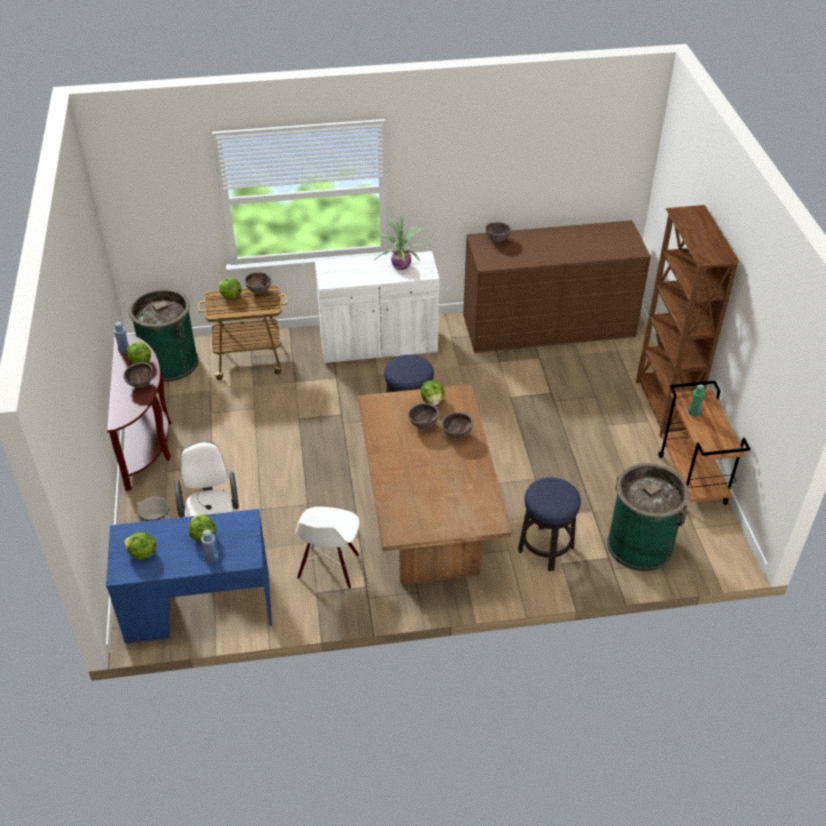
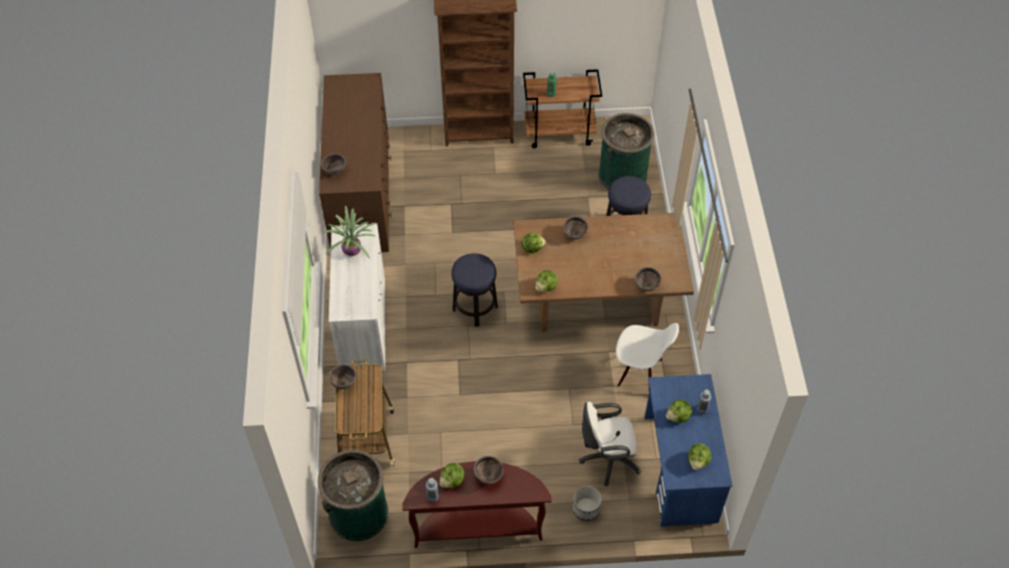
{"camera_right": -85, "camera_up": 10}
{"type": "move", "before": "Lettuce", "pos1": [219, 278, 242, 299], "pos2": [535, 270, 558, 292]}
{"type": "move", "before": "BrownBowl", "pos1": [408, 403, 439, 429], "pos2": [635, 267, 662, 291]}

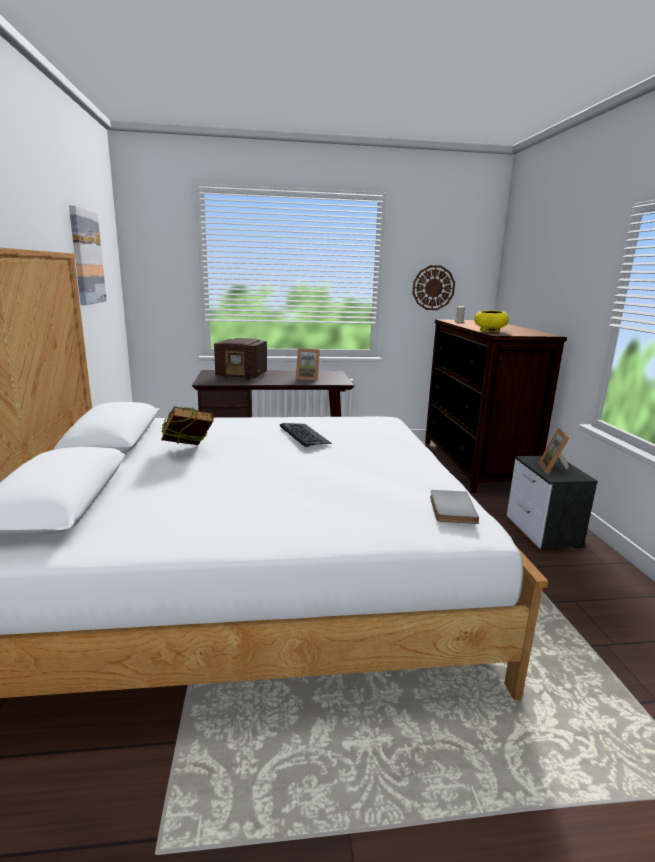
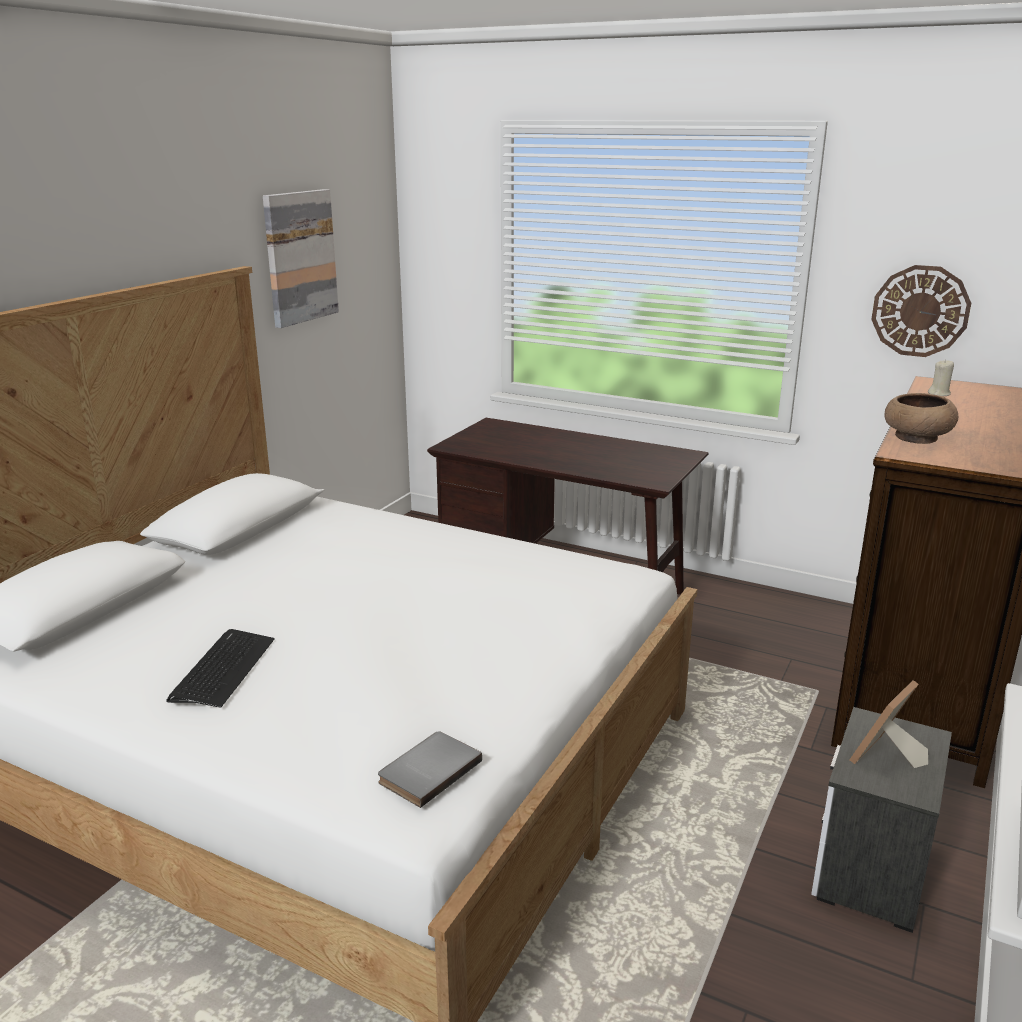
{"camera_right": 35, "camera_up": 5}
{"type": "delete", "before": "Book", "pos1": [161, 407, 214, 445]}
{"type": "delete", "before": "Radio", "pos1": [214, 338, 267, 380]}
{"type": "move", "before": "Keyboard", "pos1": [279, 423, 332, 447], "pos2": [166, 629, 275, 708]}
{"type": "delete", "before": "PictureFrame", "pos1": [296, 348, 320, 381]}
{"type": "recolor", "before": "YellowBowl", "after": "BrownBowl", "pos1": [474, 311, 509, 332], "pos2": [884, 393, 958, 444]}

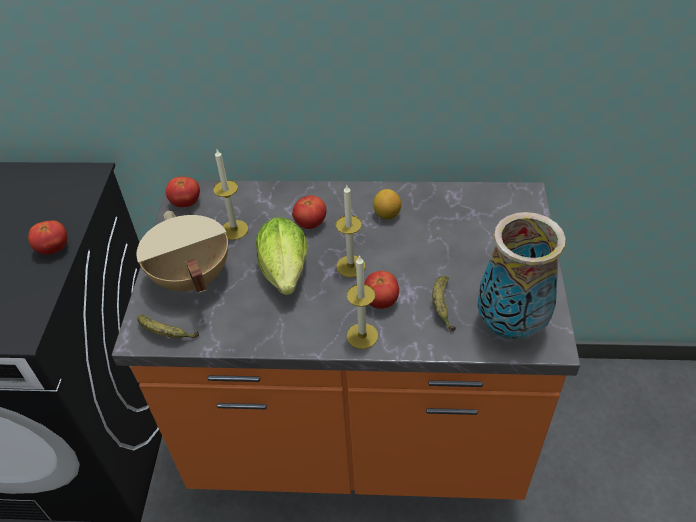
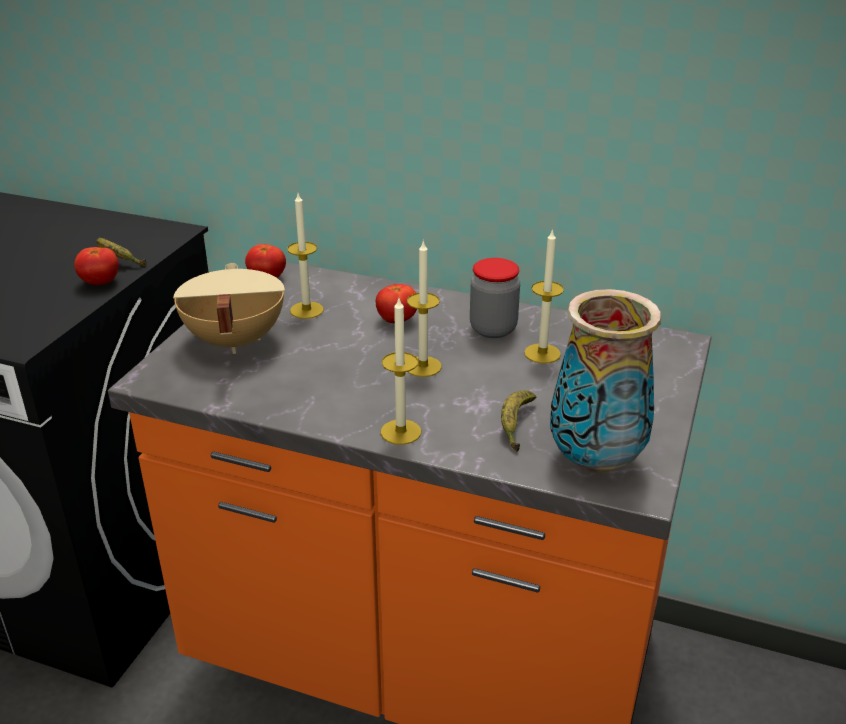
{"camera_right": 15, "camera_up": -15}
{"type": "move", "before": "Banana", "pos1": [137, 315, 199, 338], "pos2": [96, 238, 147, 266]}
{"type": "delete", "before": "Lettuce", "pos1": [256, 217, 307, 295]}
{"type": "delete", "before": "Tomato", "pos1": [364, 271, 399, 309]}
{"type": "replace", "before": "Lemon", "after": "Jar", "pos1": [373, 189, 401, 220], "pos2": [470, 258, 520, 338]}
{"type": "insert", "after": "Candle", "pos2": [524, 229, 564, 364]}

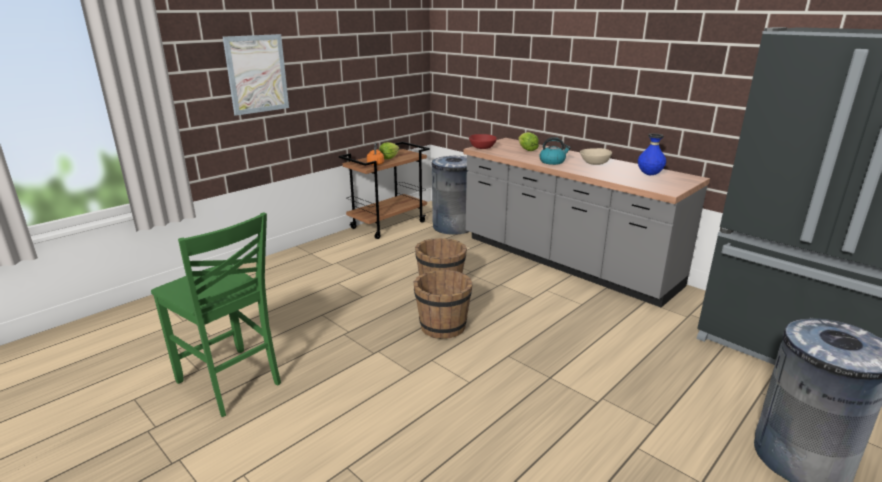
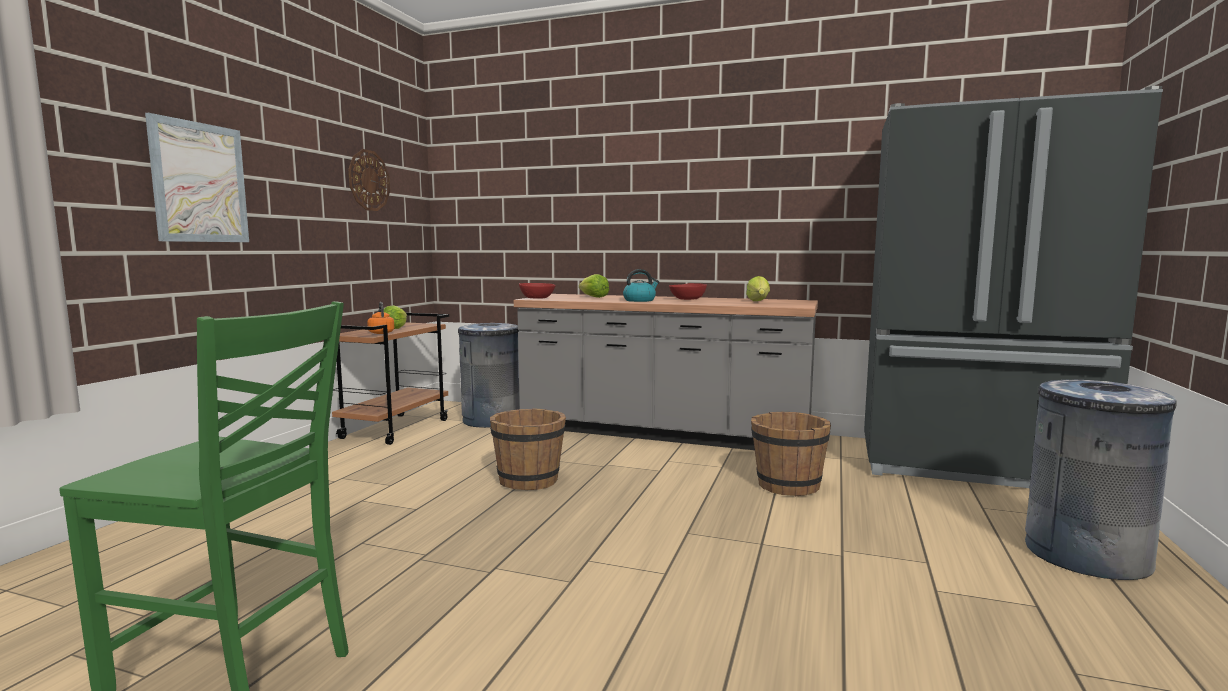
{"camera_right": -25, "camera_up": -15}
{"type": "move", "before": "BrownBucket", "pos1": [414, 270, 473, 339], "pos2": [751, 412, 831, 496]}
{"type": "recolor", "before": "BeigeBowl", "after": "RedBowl", "pos1": [580, 148, 612, 165], "pos2": [669, 283, 707, 300]}
{"type": "replace", "before": "BlueVase", "after": "Lettuce", "pos1": [638, 133, 666, 175], "pos2": [746, 276, 770, 301]}
{"type": "insert", "after": "WallClock", "pos2": [348, 149, 390, 211]}

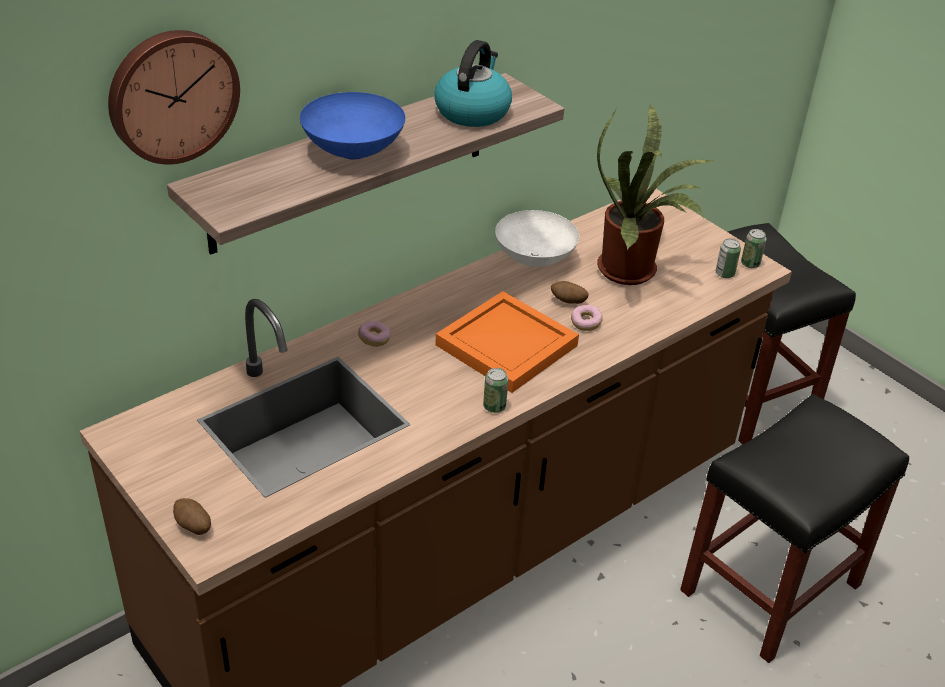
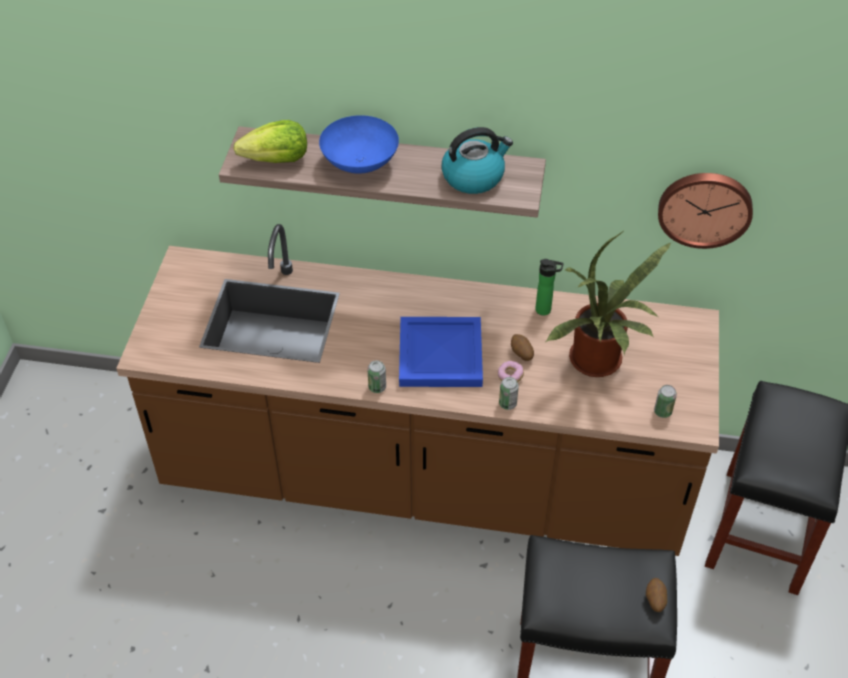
{"camera_right": 50, "camera_up": 10}
{"type": "move", "before": "WallClock", "pos1": [108, 30, 240, 165], "pos2": [658, 173, 753, 249]}
{"type": "move", "before": "Potato", "pos1": [173, 498, 211, 535], "pos2": [646, 578, 667, 612]}
{"type": "delete", "before": "Donut", "pos1": [358, 321, 390, 347]}
{"type": "recolor", "before": "OrangeTray", "after": "BlueTray", "pos1": [435, 291, 579, 393], "pos2": [399, 317, 483, 387]}
{"type": "replace", "before": "WhiteBowl", "after": "Bottle", "pos1": [495, 210, 579, 267], "pos2": [535, 259, 564, 315]}
{"type": "move", "before": "Can", "pos1": [741, 229, 767, 268], "pos2": [499, 377, 519, 410]}
{"type": "insert", "after": "Lettuce", "pos2": [234, 120, 307, 163]}

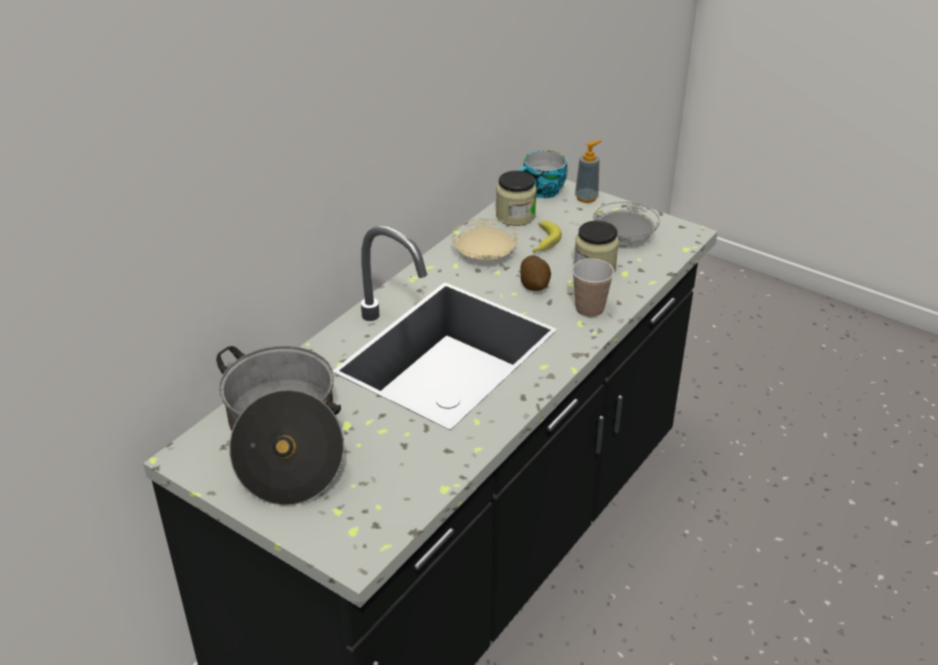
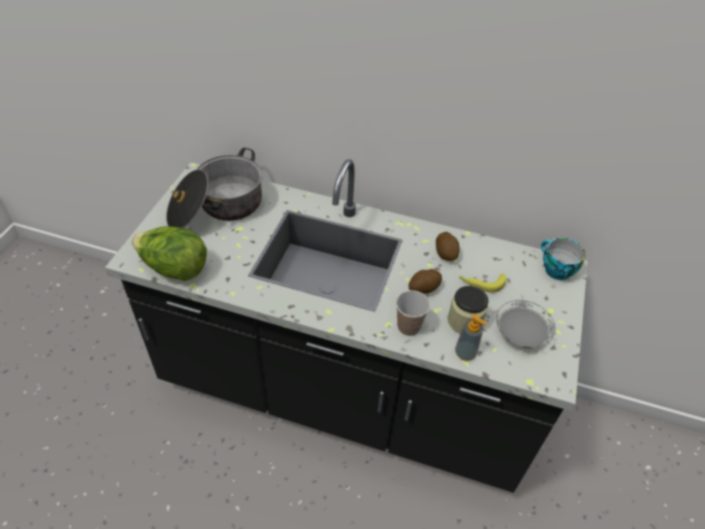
{"camera_right": 70, "camera_up": 10}
{"type": "replace", "before": "BeigePlate", "after": "Potato", "pos1": [451, 219, 519, 260], "pos2": [436, 232, 459, 261]}
{"type": "delete", "before": "Jar", "pos1": [496, 171, 537, 226]}
{"type": "move", "before": "SoapDispenser", "pos1": [575, 140, 601, 203], "pos2": [455, 314, 487, 361]}
{"type": "insert", "after": "Lettuce", "pos2": [131, 226, 207, 281]}

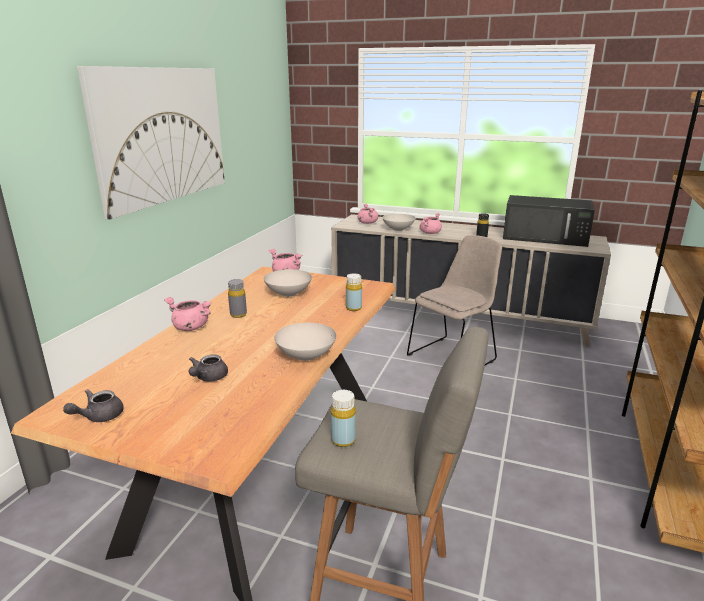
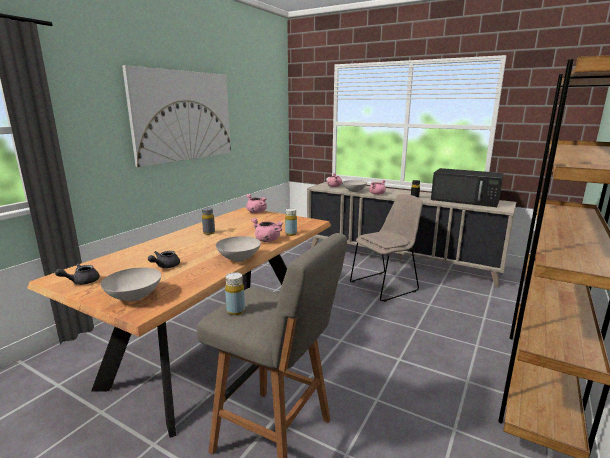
{"camera_right": 10, "camera_up": -5}
{"type": "move", "before": "PinkCookingPot", "pos1": [164, 297, 212, 331], "pos2": [251, 218, 284, 242]}
{"type": "move", "before": "WhiteBowl", "pos1": [264, 269, 312, 297], "pos2": [101, 267, 161, 302]}

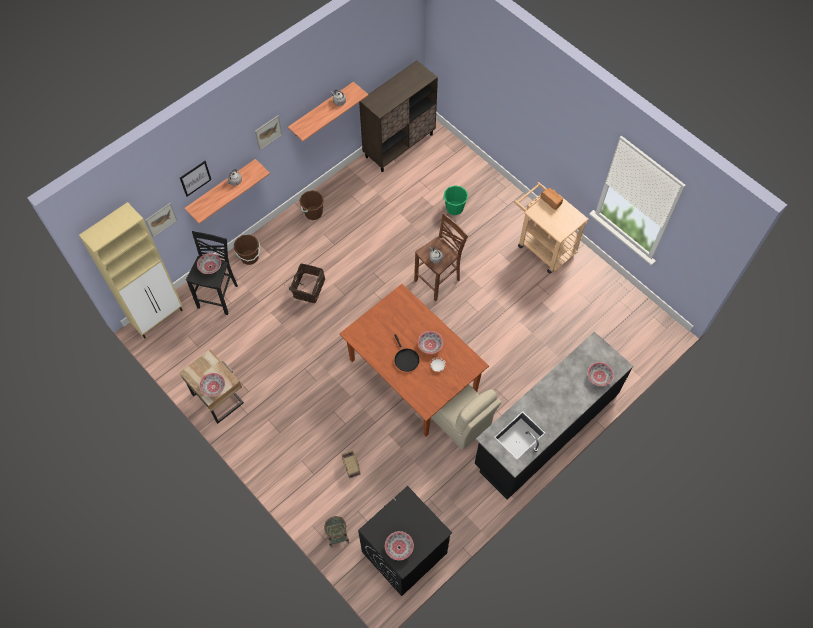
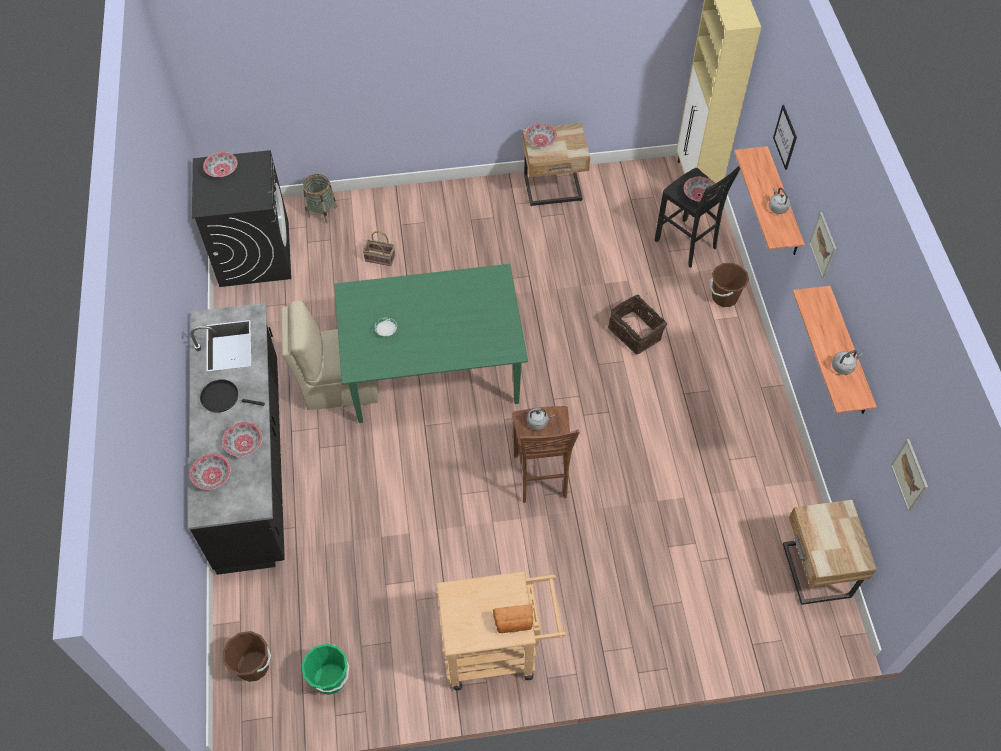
{"camera_right": 125, "camera_up": -5}
{"type": "move", "before": "Picture", "pos1": [145, 203, 178, 237], "pos2": [891, 439, 928, 512]}
{"type": "move", "before": "BrownBucket", "pos1": [299, 190, 324, 220], "pos2": [223, 631, 271, 682]}
{"type": "recolor", "before": "BrownDiningTable", "after": "GreenDiningTable", "pos1": [340, 284, 489, 437], "pos2": [334, 264, 528, 423]}
{"type": "replace", "before": "BrownCabinet", "after": "BeigeNightstand", "pos1": [359, 60, 438, 172], "pos2": [783, 500, 877, 605]}
{"type": "move", "before": "BlackFryingPan", "pos1": [394, 334, 420, 372], "pos2": [200, 379, 265, 413]}
{"type": "move", "before": "Bowl", "pos1": [418, 331, 443, 354], "pos2": [222, 422, 262, 457]}
{"type": "move", "before": "GreenBucket", "pos1": [443, 185, 468, 215], "pos2": [302, 644, 349, 695]}

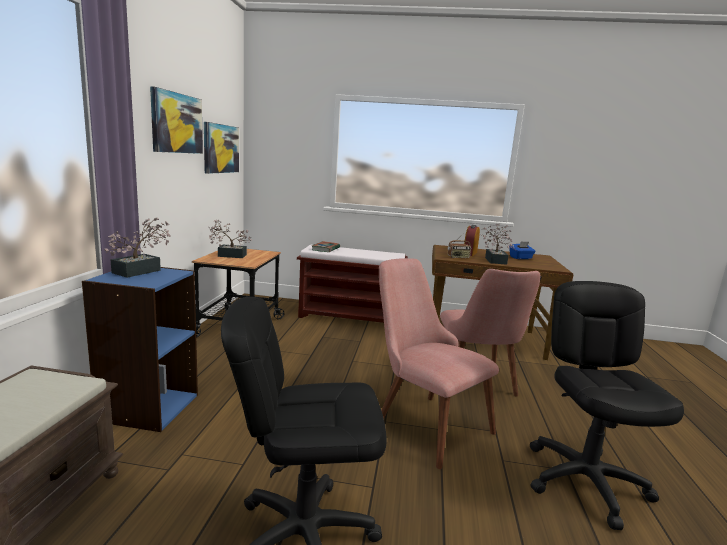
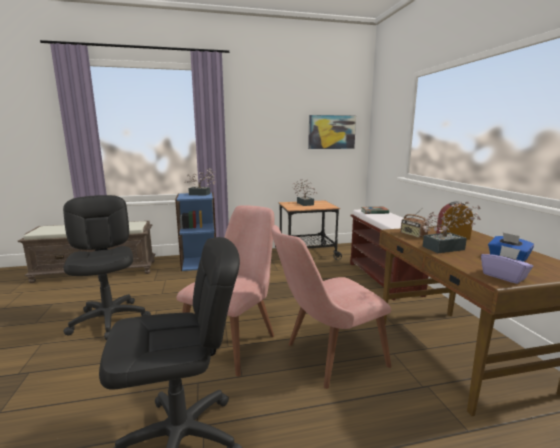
{"camera_right": 70, "camera_up": 0}
{"type": "delete", "before": "Picture", "pos1": [150, 86, 203, 154]}
{"type": "insert", "after": "PurpleTissueBox", "pos2": [481, 245, 533, 284]}

